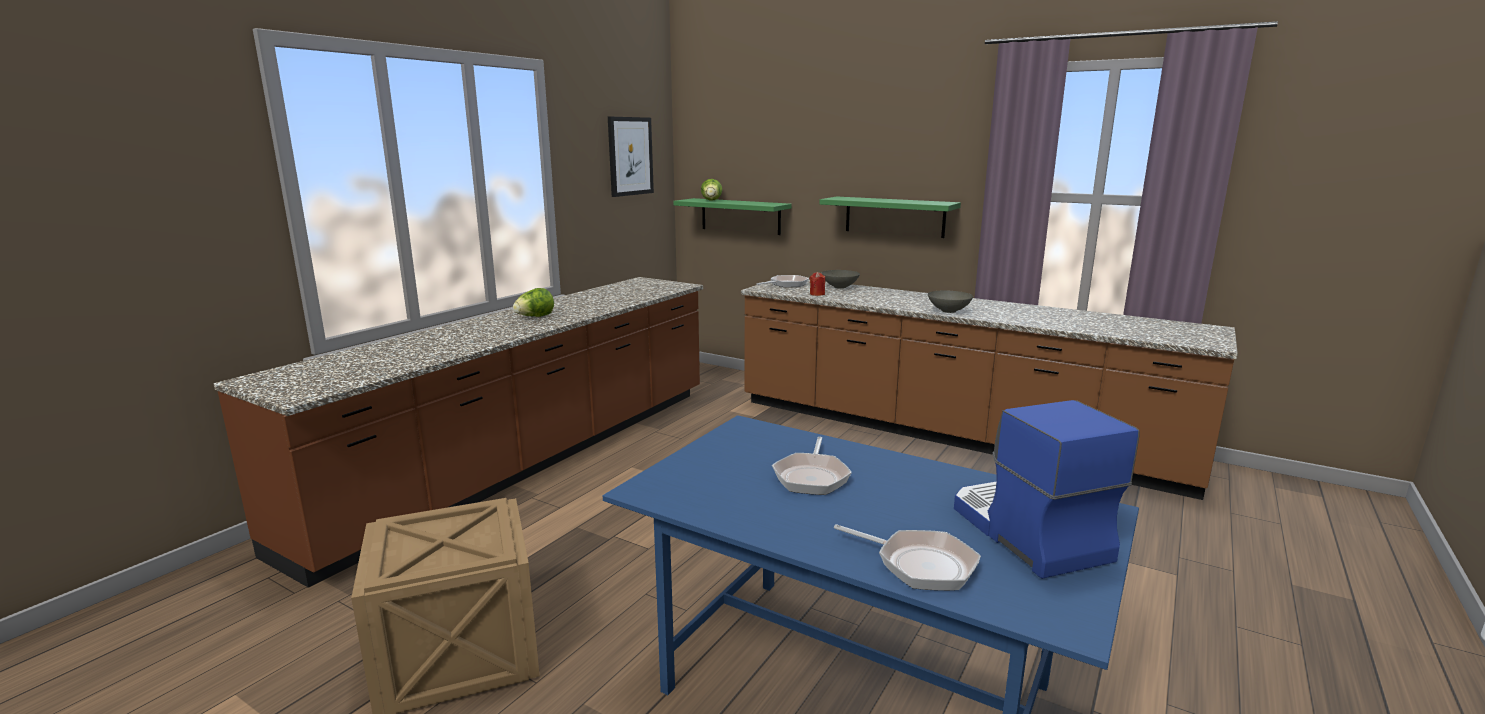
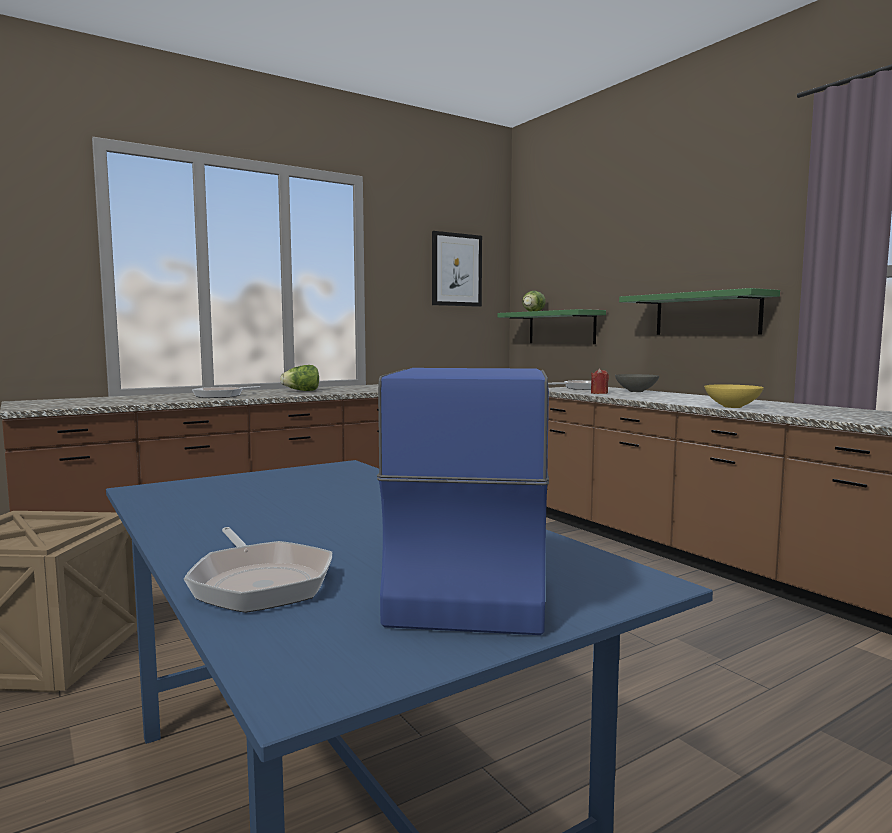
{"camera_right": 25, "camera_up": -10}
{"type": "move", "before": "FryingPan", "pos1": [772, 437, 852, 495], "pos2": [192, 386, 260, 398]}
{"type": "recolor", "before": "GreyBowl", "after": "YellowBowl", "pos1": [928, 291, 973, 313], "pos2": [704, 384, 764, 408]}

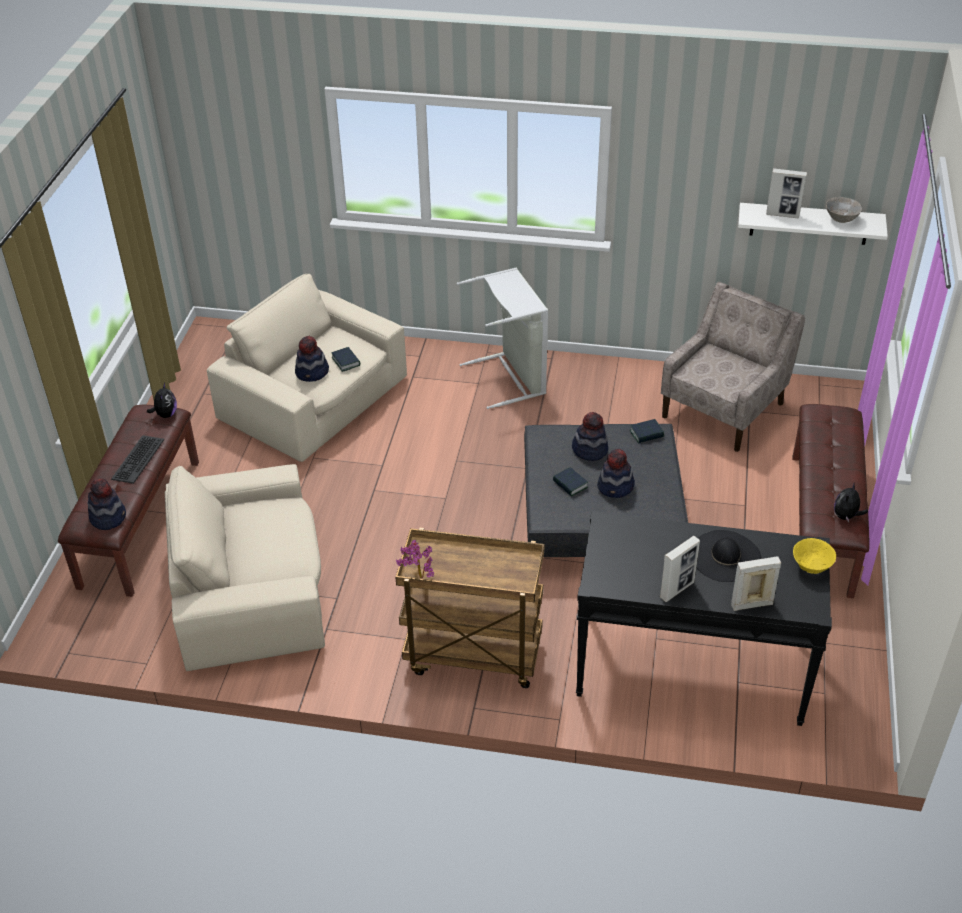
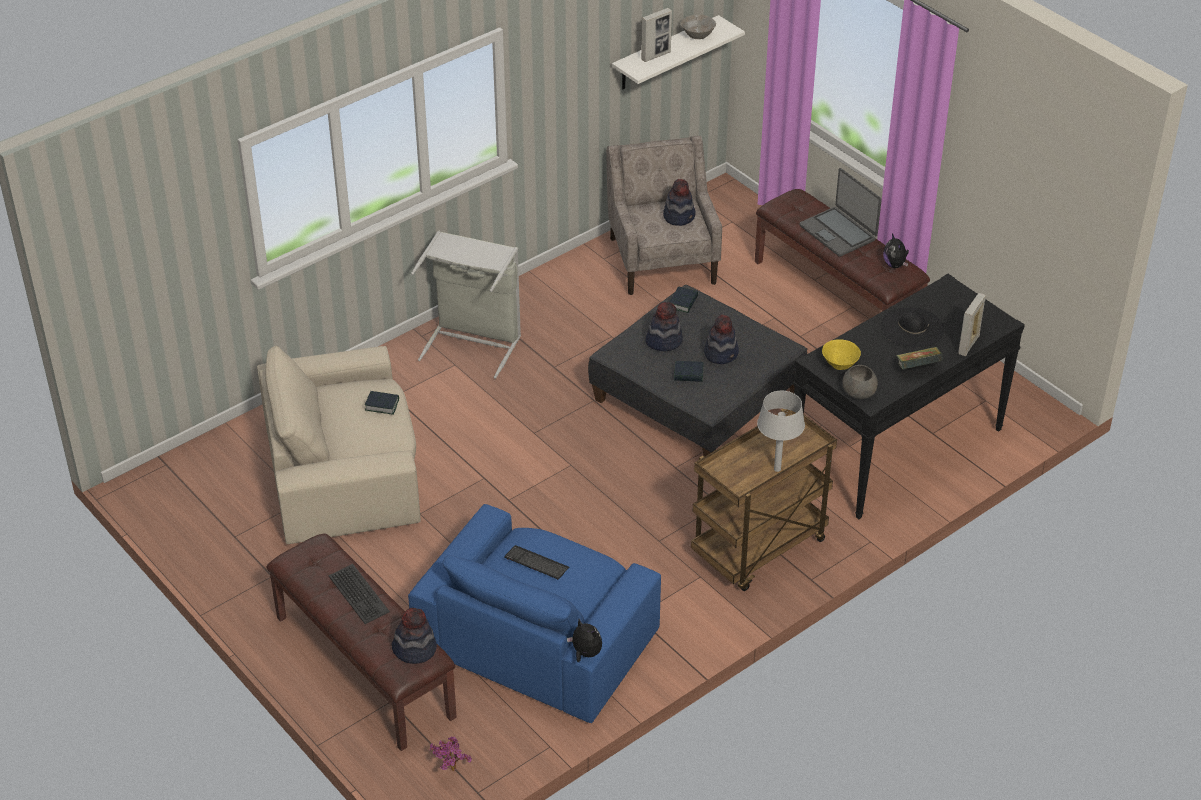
{"camera_right": -50, "camera_up": 0}
{"type": "move", "before": "PlushToy", "pos1": [147, 383, 177, 418], "pos2": [567, 619, 602, 662]}
{"type": "recolor", "before": "BeigeArmchair", "after": "BlueArmchair", "pos1": [165, 464, 325, 671], "pos2": [408, 504, 661, 723]}
{"type": "move", "before": "Hat", "pos1": [295, 336, 329, 382], "pos2": [663, 179, 696, 226]}
{"type": "move", "before": "PottedPlant", "pos1": [396, 540, 434, 578], "pos2": [430, 737, 472, 771]}
{"type": "replace", "before": "PictureFrame", "after": "Book", "pos1": [660, 536, 700, 602], "pos2": [896, 347, 943, 370]}
{"type": "move", "before": "YellowBowl", "pos1": [793, 538, 836, 574], "pos2": [822, 339, 861, 370]}
{"type": "insert", "after": "Keyboard", "pos2": [504, 545, 570, 580]}
{"type": "insert", "after": "GreyTableLamp", "pos2": [757, 391, 805, 472]}
{"type": "insert", "after": "Laptop", "pos2": [799, 168, 882, 257]}
{"type": "insert", "after": "GreyBowl", "pos2": [843, 365, 878, 399]}

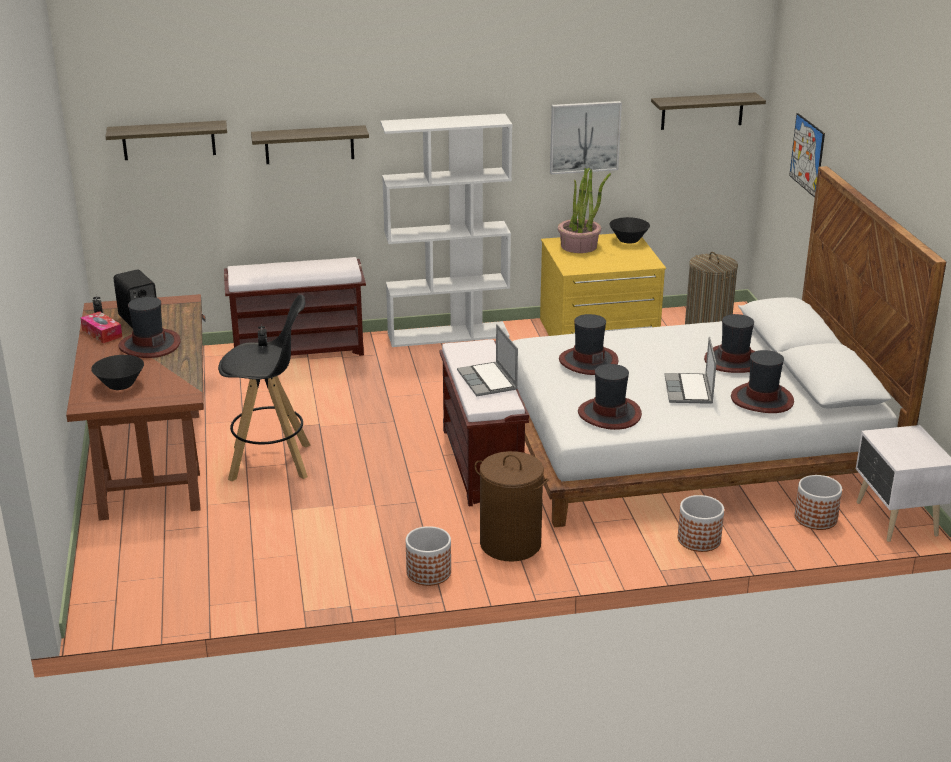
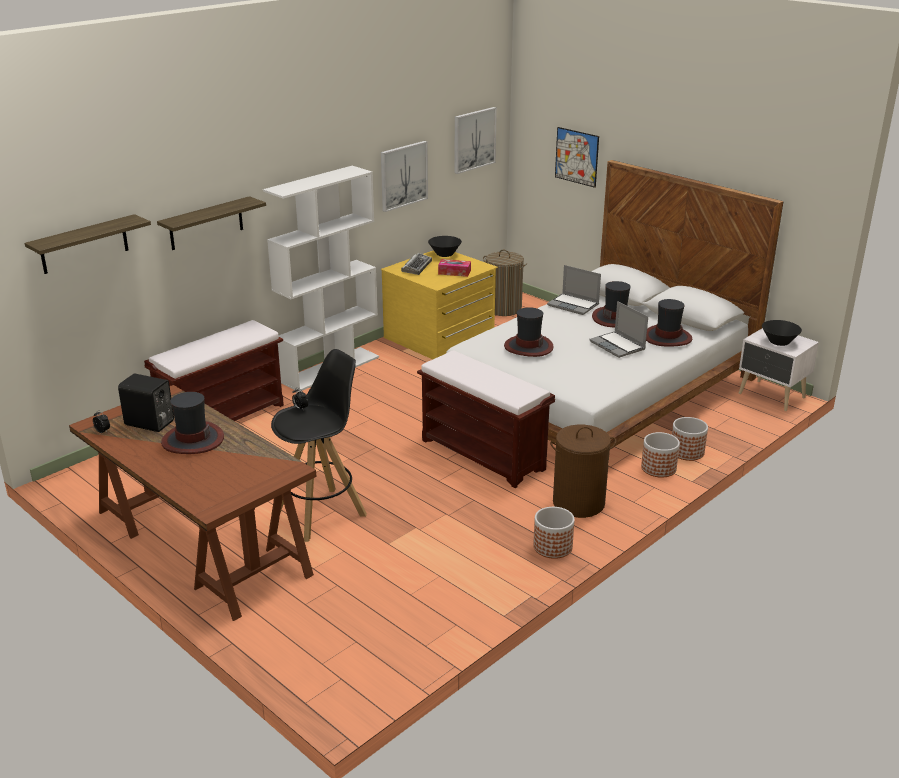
{"camera_right": -35, "camera_up": 0}
{"type": "move", "before": "TissueBox", "pos1": [80, 311, 122, 343], "pos2": [438, 259, 471, 277]}
{"type": "move", "before": "BlackBowl", "pos1": [91, 355, 144, 390], "pos2": [762, 320, 802, 346]}
{"type": "move", "before": "Laptop", "pos1": [457, 324, 518, 396], "pos2": [547, 265, 601, 315]}
{"type": "replace", "before": "PottedPlant", "after": "Keyboard", "pos1": [558, 168, 611, 253], "pos2": [401, 253, 432, 275]}
{"type": "delete", "before": "Hat", "pos1": [578, 364, 642, 430]}
{"type": "replace", "before": "Shelf", "after": "Picture", "pos1": [651, 93, 766, 130], "pos2": [455, 107, 497, 174]}
{"type": "move", "before": "Planter", "pos1": [795, 475, 842, 530], "pos2": [641, 432, 680, 478]}

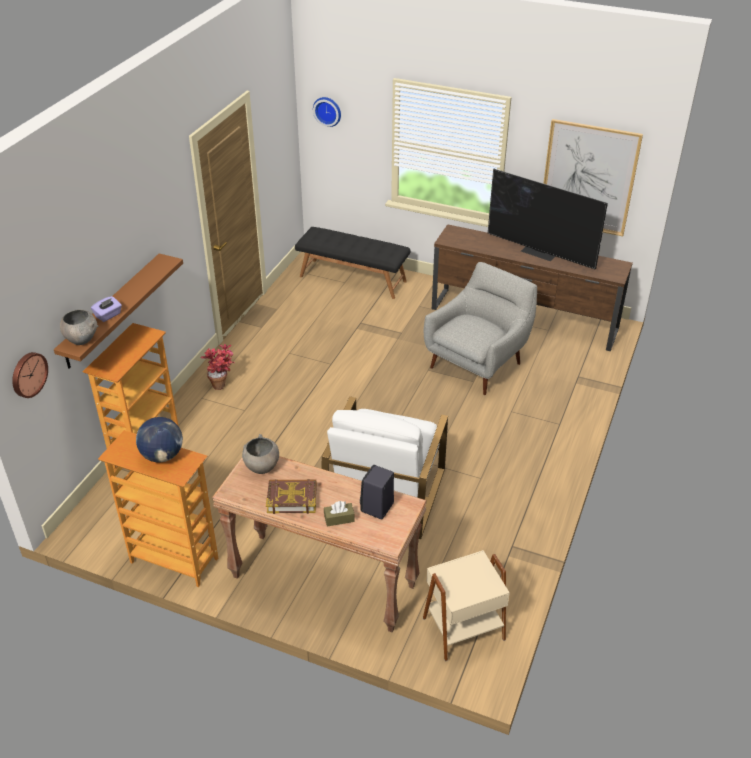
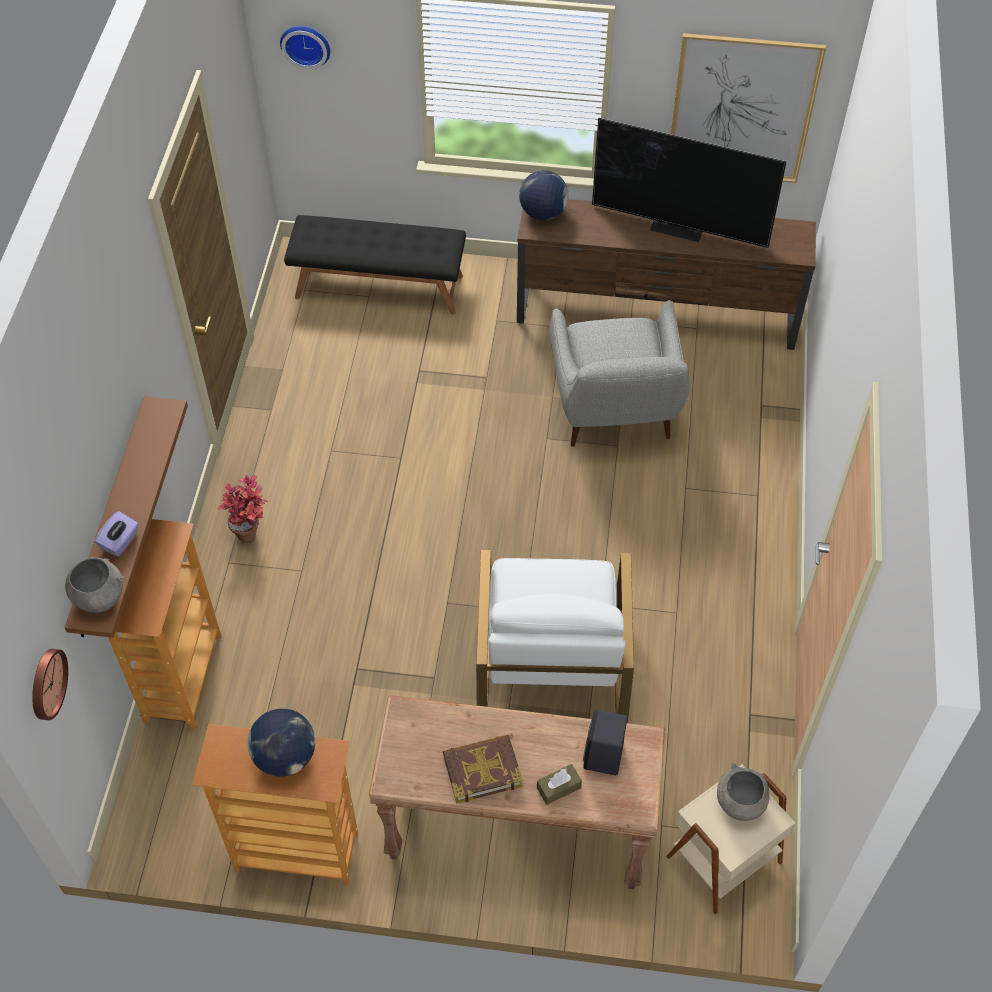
{"camera_right": -15, "camera_up": 15}
{"type": "move", "before": "GreyBowl", "pos1": [242, 434, 279, 474], "pos2": [717, 763, 770, 821]}
{"type": "rotate", "before": "GreyArmchair", "pos1": [424, 262, 537, 395], "pos2": [550, 300, 690, 447], "turn": 150}
{"type": "insert", "after": "Globe", "pos2": [519, 170, 568, 220]}

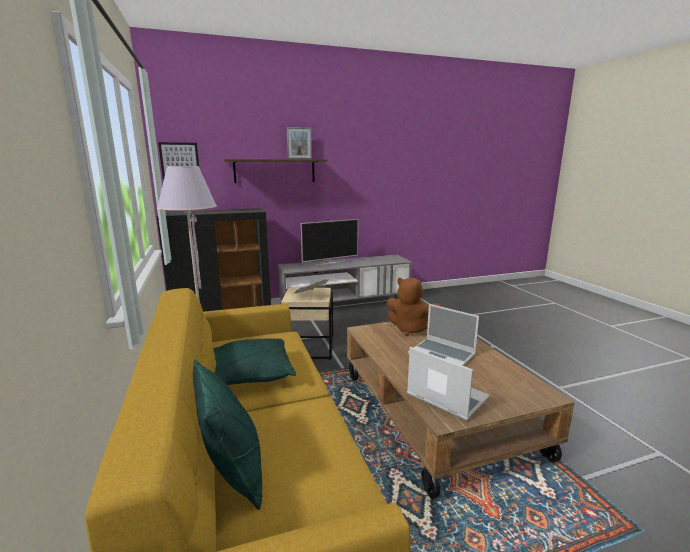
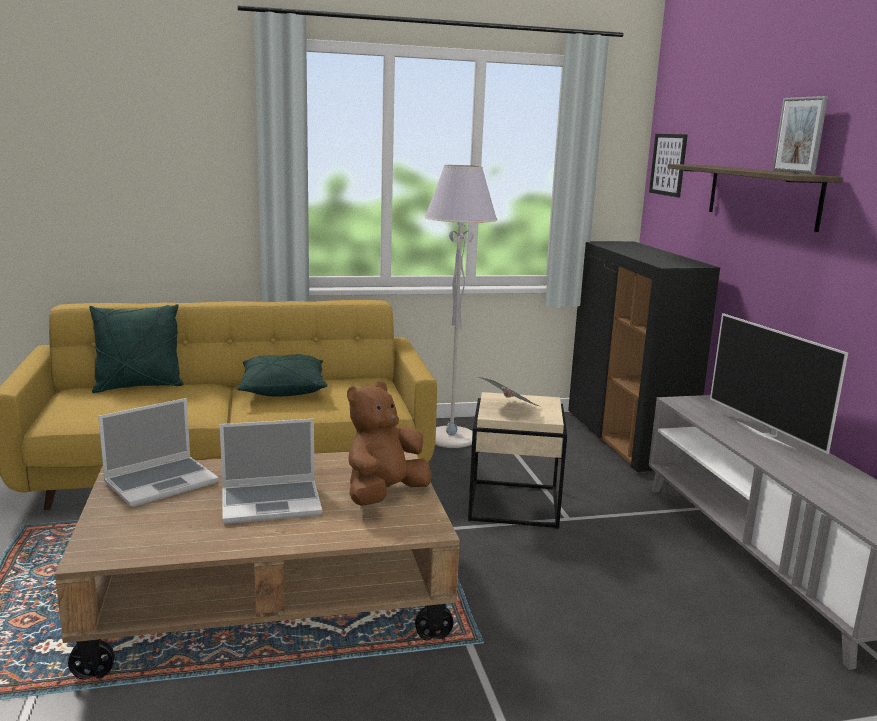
{"camera_right": 95, "camera_up": 0}
{"type": "rotate", "before": "Laptop", "pos1": [408, 304, 479, 366], "pos2": [220, 419, 322, 524], "turn": -150}

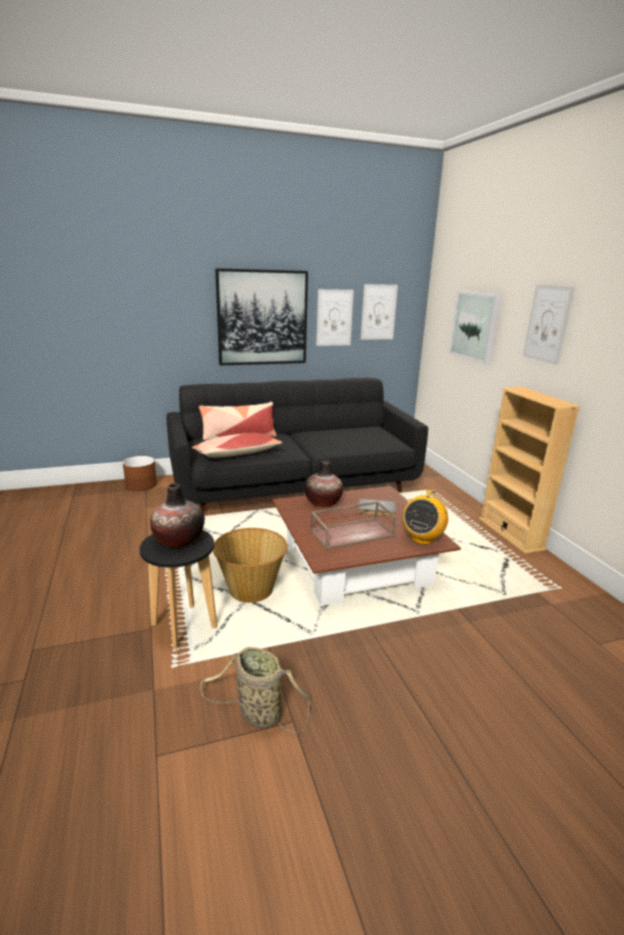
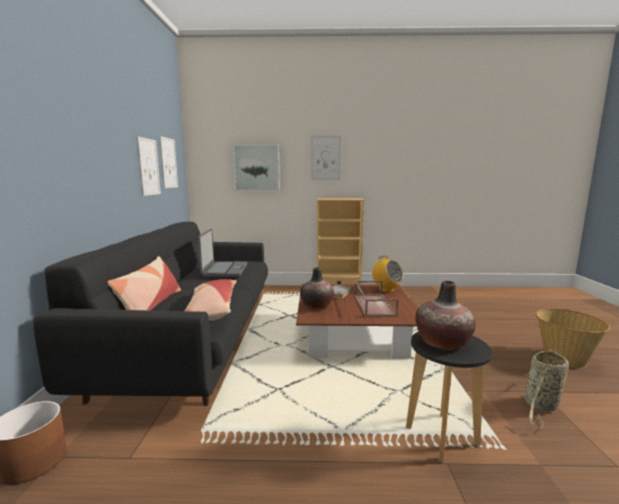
{"camera_right": -70, "camera_up": -10}
{"type": "move", "before": "Basket", "pos1": [213, 528, 287, 603], "pos2": [535, 308, 610, 368]}
{"type": "delete", "before": "Picture", "pos1": [215, 268, 308, 366]}
{"type": "insert", "after": "Laptop", "pos2": [198, 228, 248, 277]}

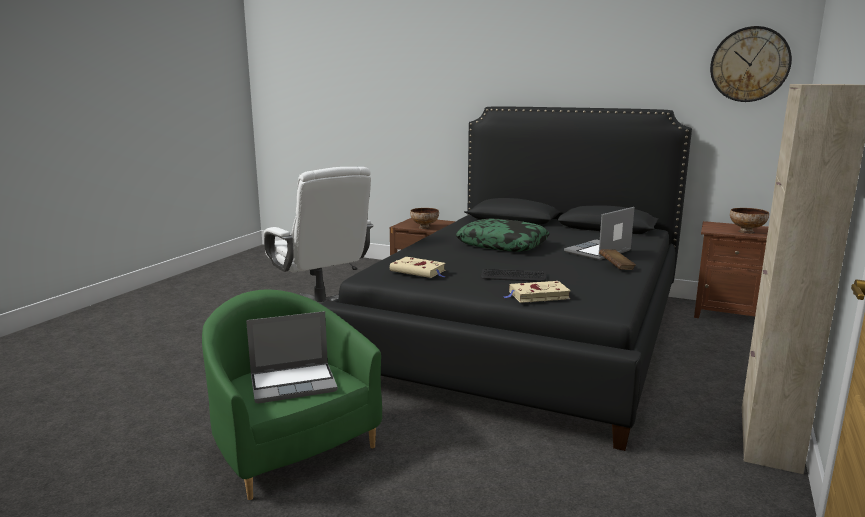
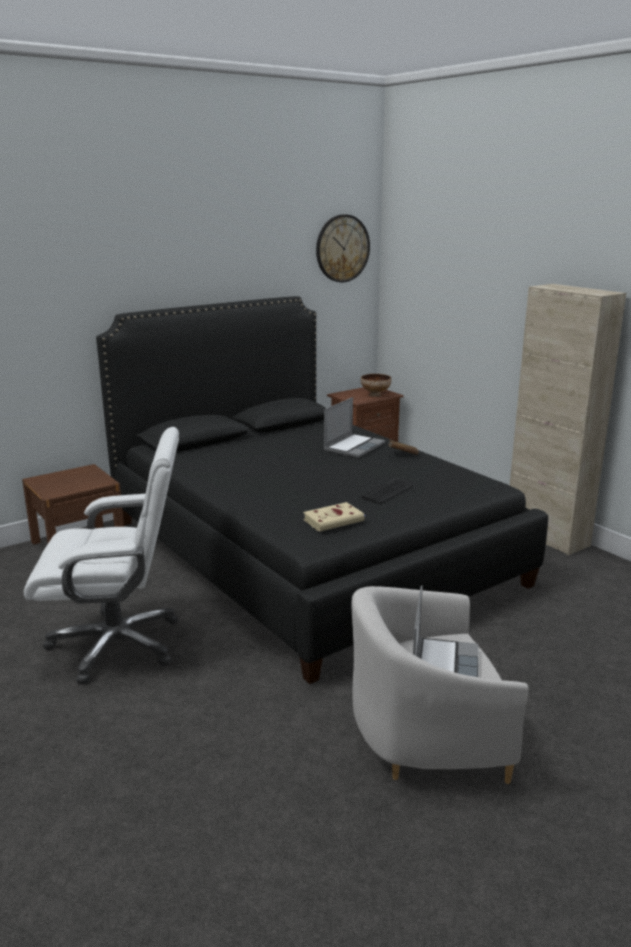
{"camera_right": -60, "camera_up": 5}
{"type": "recolor", "before": "GreenArmchair", "after": "WhiteArmchair", "pos1": [202, 289, 382, 500], "pos2": [351, 586, 529, 784]}
{"type": "delete", "before": "Bowl", "pos1": [410, 208, 439, 229]}
{"type": "delete", "before": "Pillow", "pos1": [456, 218, 549, 252]}
{"type": "delete", "before": "BeigeBook", "pos1": [503, 281, 571, 303]}
{"type": "rotate", "before": "Laptop", "pos1": [564, 207, 634, 260], "pos2": [324, 397, 385, 458], "turn": -135}

